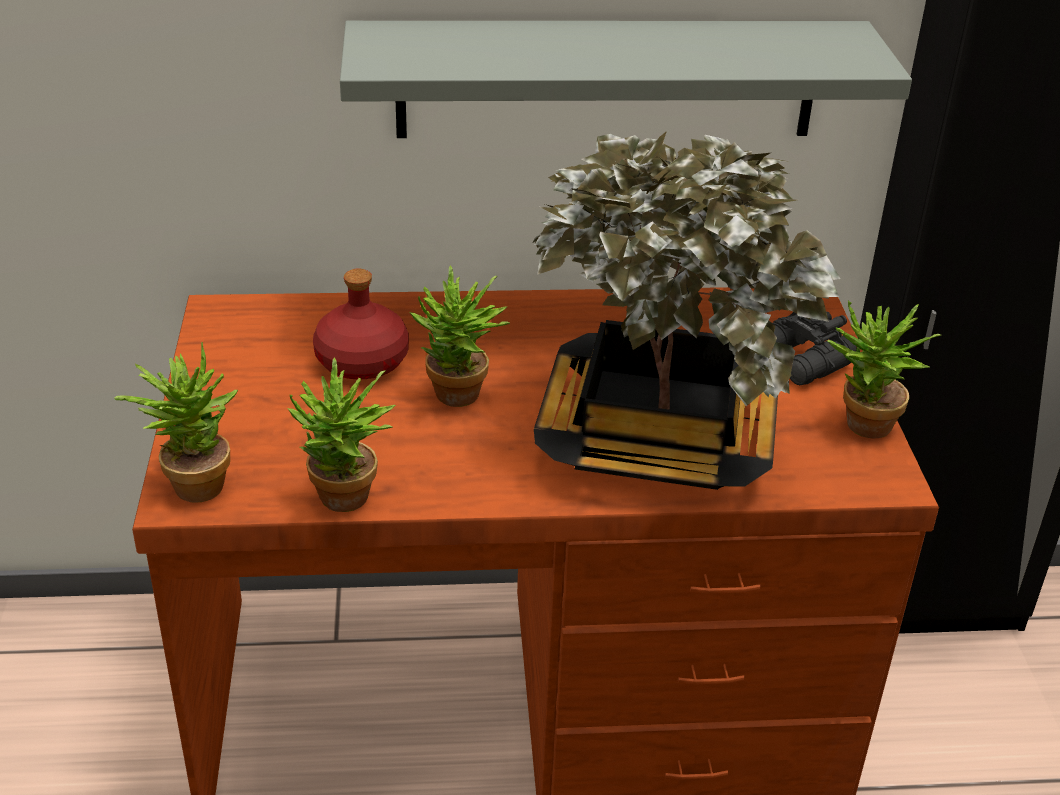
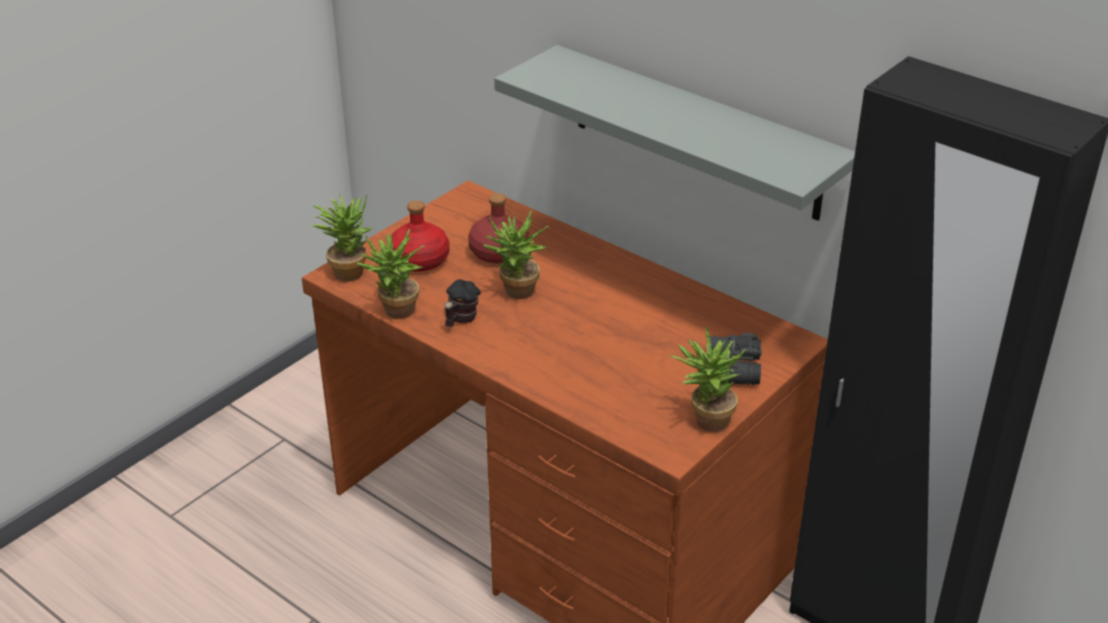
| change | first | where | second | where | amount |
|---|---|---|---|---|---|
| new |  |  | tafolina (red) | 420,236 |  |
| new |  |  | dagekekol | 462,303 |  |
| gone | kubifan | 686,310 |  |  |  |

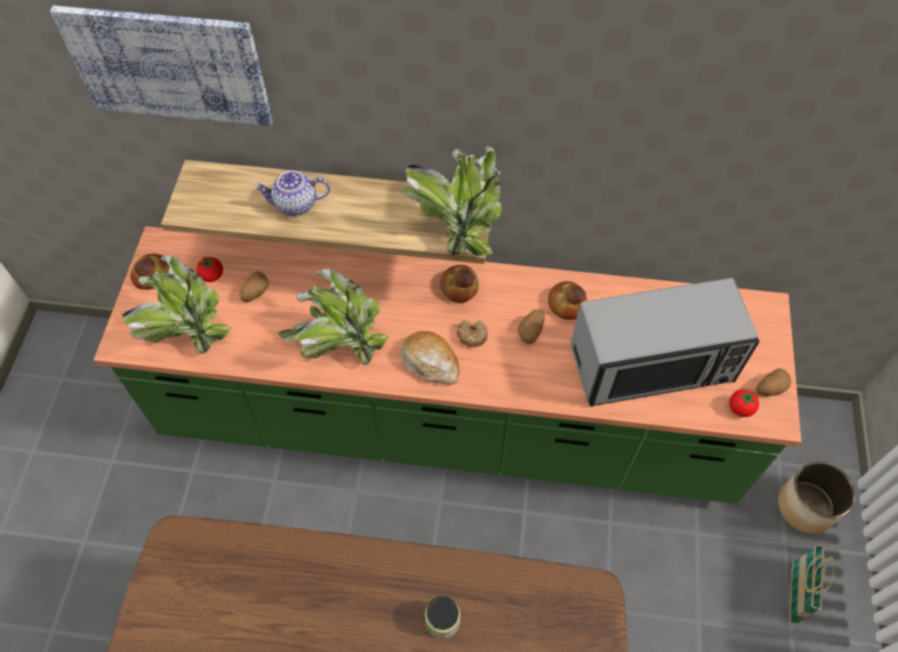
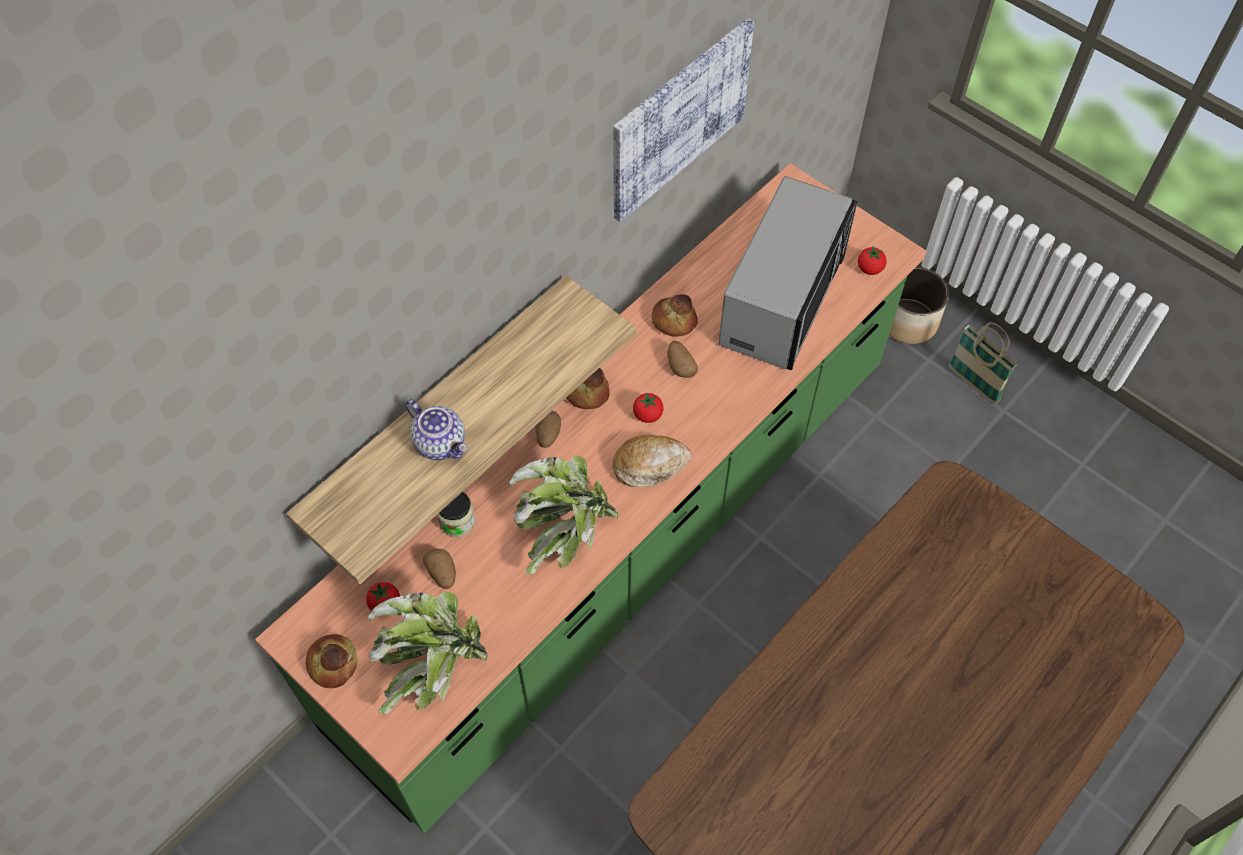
| change | first | where | second | where | amount |
|---|---|---|---|---|---|
| rotated | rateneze | 292,193 |  | 436,429 | 75 degrees counterclockwise |
| shifted | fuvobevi | 442,617 |  | 456,514 |  |
| shifted | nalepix | 773,382 |  | 548,429 |  |
| shifted | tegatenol | 161,66 |  | 683,120 |  |
| swapped | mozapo | 472,333 | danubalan | 648,408 |  |
| gone | kubifan | 452,201 |  |  |  |

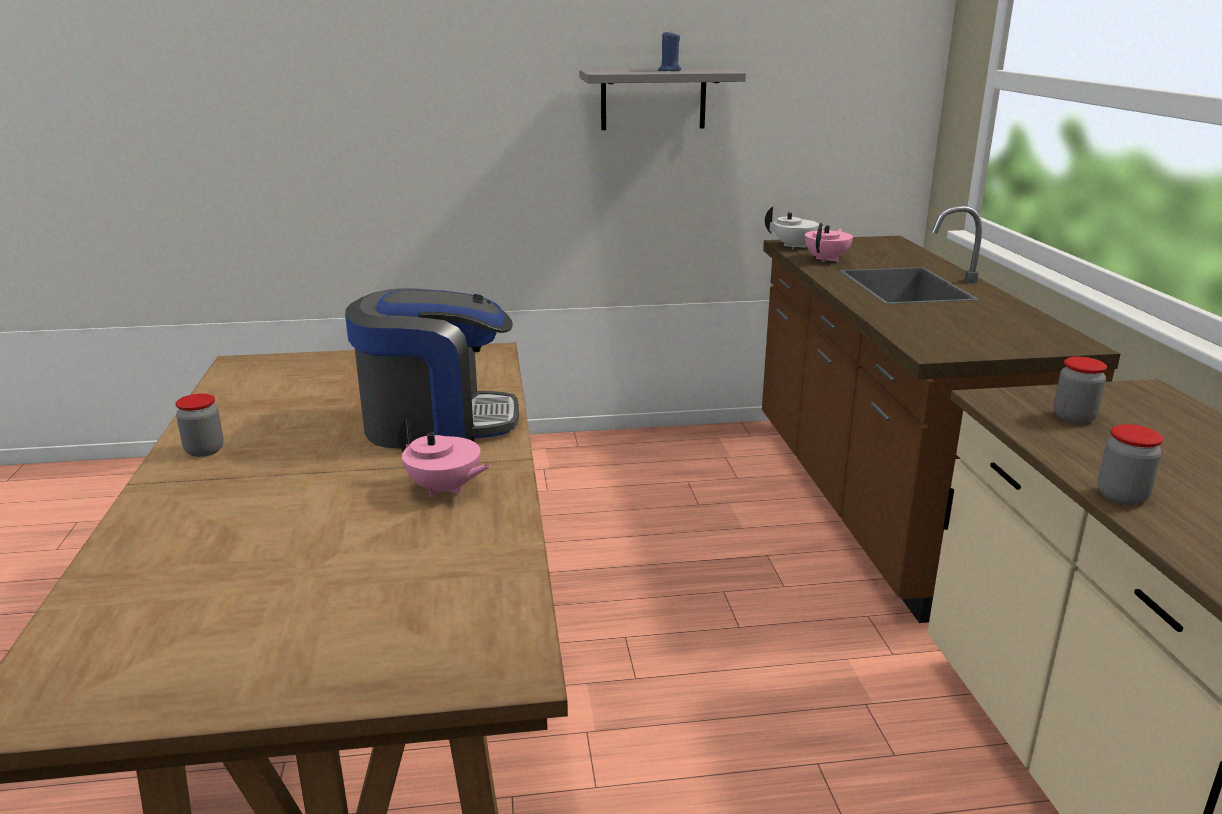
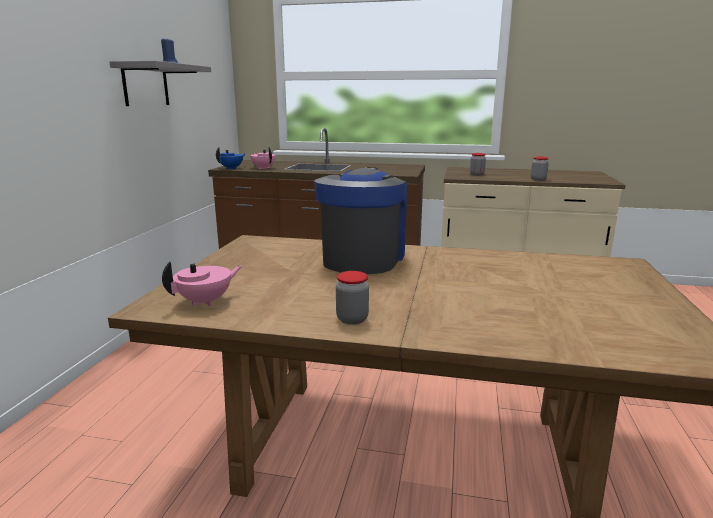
| change | first | where | second | where | amount |
|---|---|---|---|---|---|
| shifted | rateneze (pink) | 444,457 |  | 202,284 |  |
| repainted | rateneze (white) | 798,227 | rateneze (blue) | 230,158 |  |

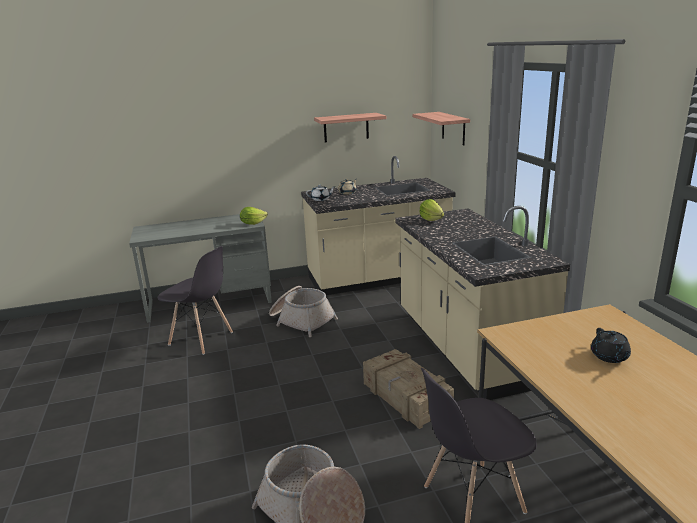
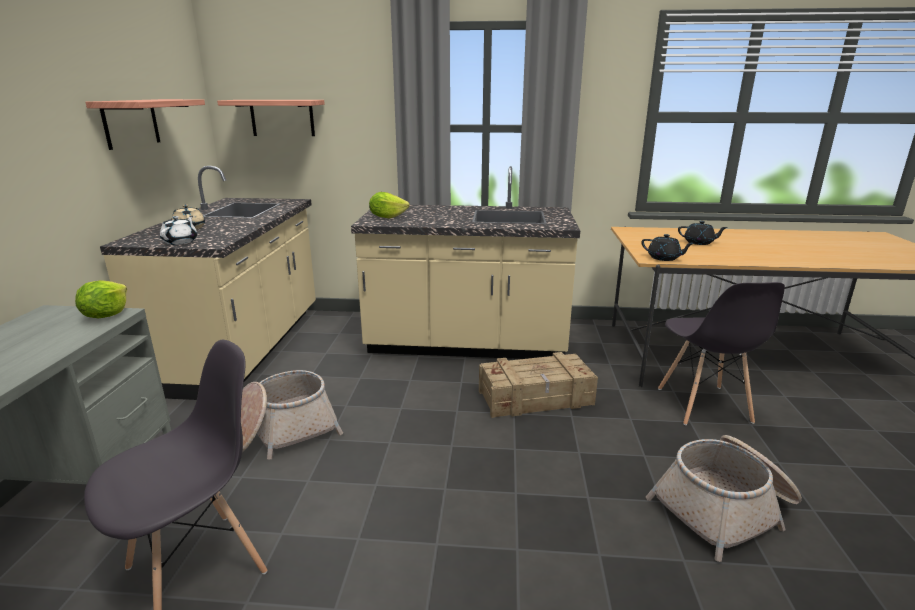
| change | first | where | second | where | amount |
|---|---|---|---|---|---|
| new |  |  | rateneze (black) | 668,247 |  |

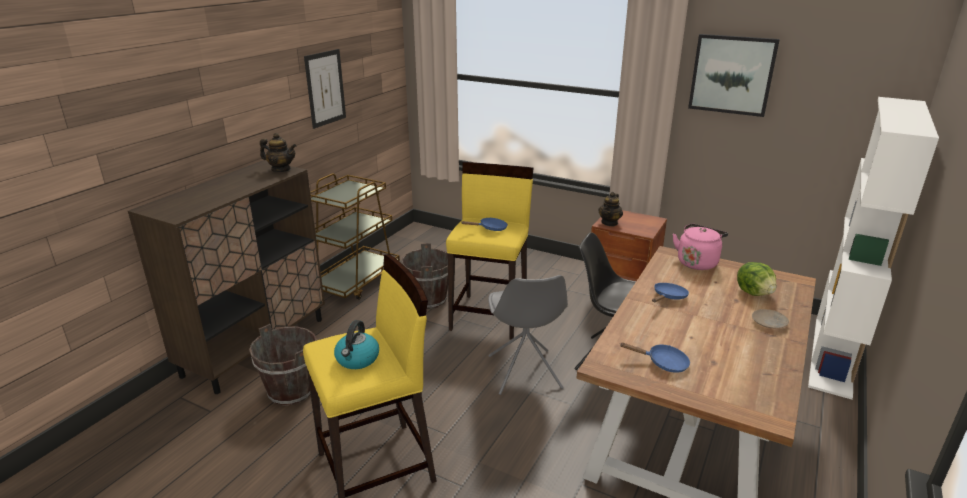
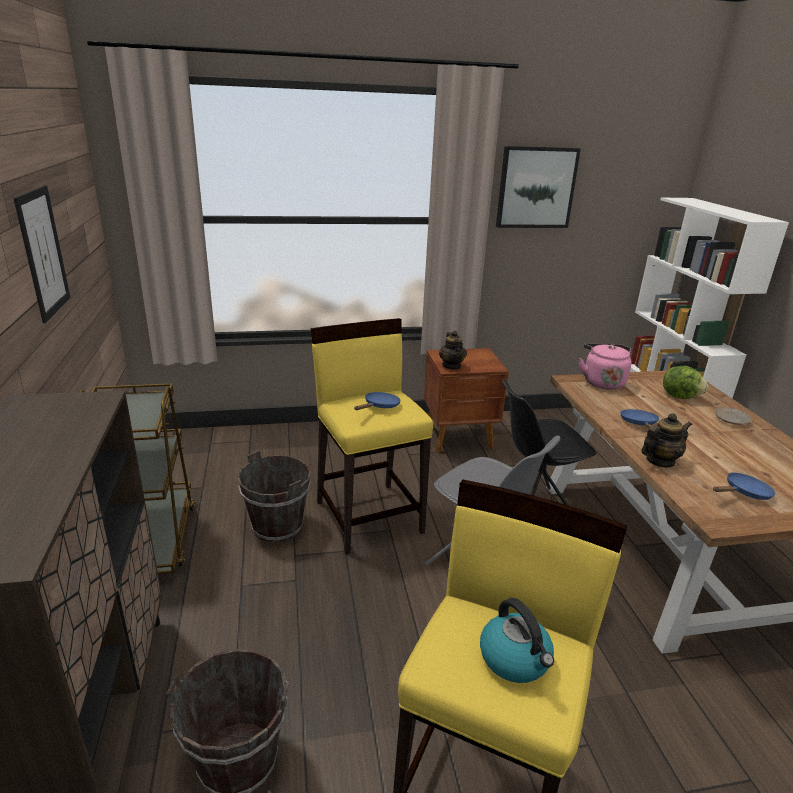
| change | first | where | second | where | amount |
|---|---|---|---|---|---|
| shifted | rateneze | 278,152 |  | 666,440 |  |

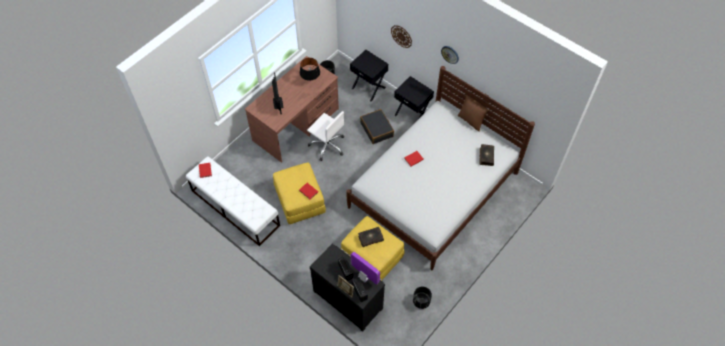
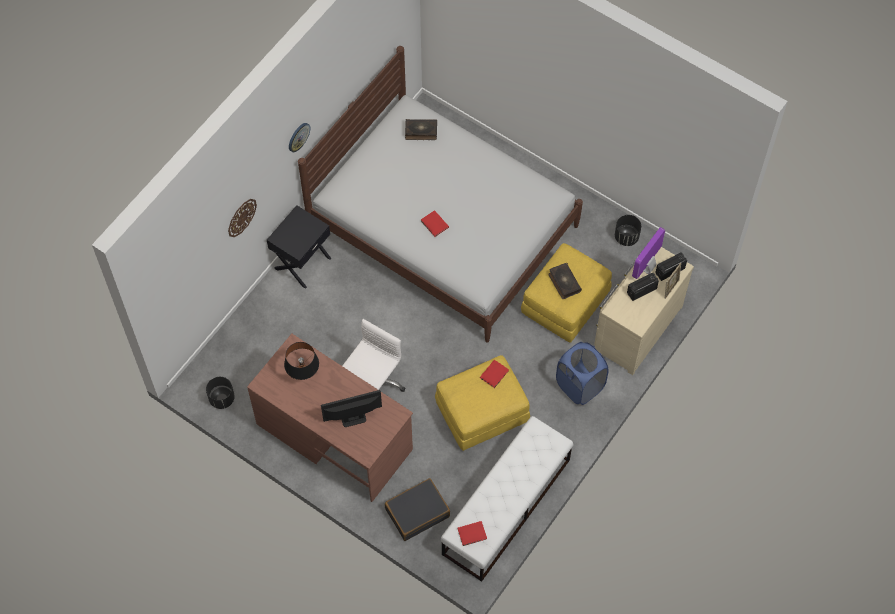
| change | first | where | second | where | amount |
|---|---|---|---|---|---|
| shifted | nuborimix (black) | 377,126 |  | 417,509 |  |
| new |  |  | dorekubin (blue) | 582,373 |  |
| repainted | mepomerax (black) | 347,287 | mepomerax (beige) | 644,311 |  |
| gone | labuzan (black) | 369,75 |  |  |  |
| gone | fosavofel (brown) | 473,113 |  |  |  |

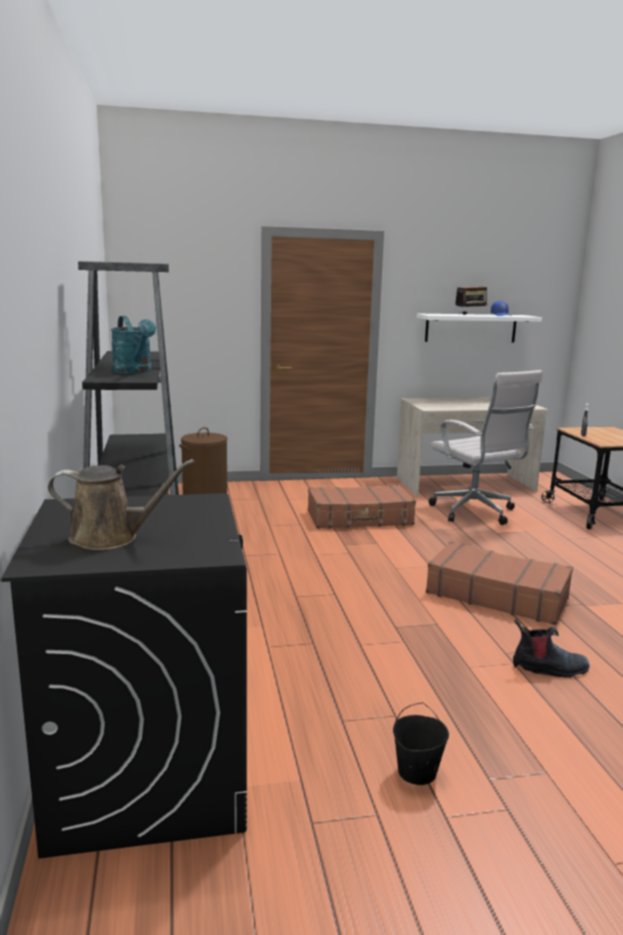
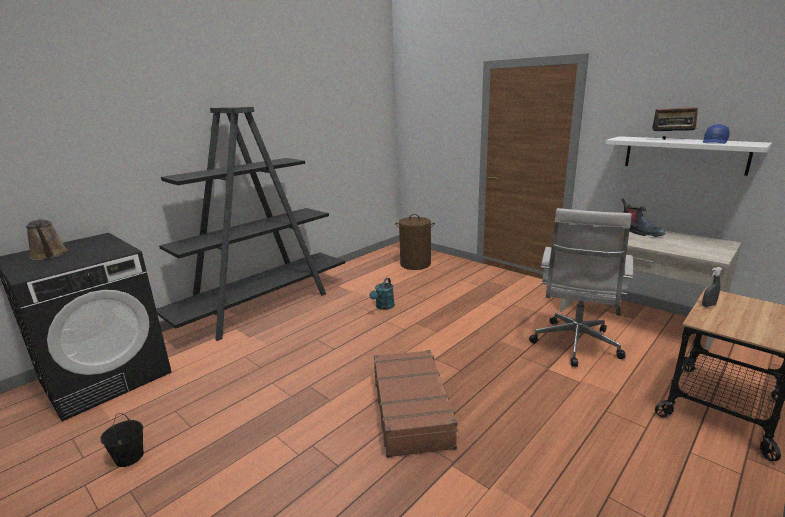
| change | first | where | second | where | amount |
|---|---|---|---|---|---|
| shifted | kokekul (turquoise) | 133,345 |  | 382,294 |  |
| shifted | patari | 551,648 |  | 643,218 |  |
| gone | nuborimix (brown) | 362,507 |  |  |  |

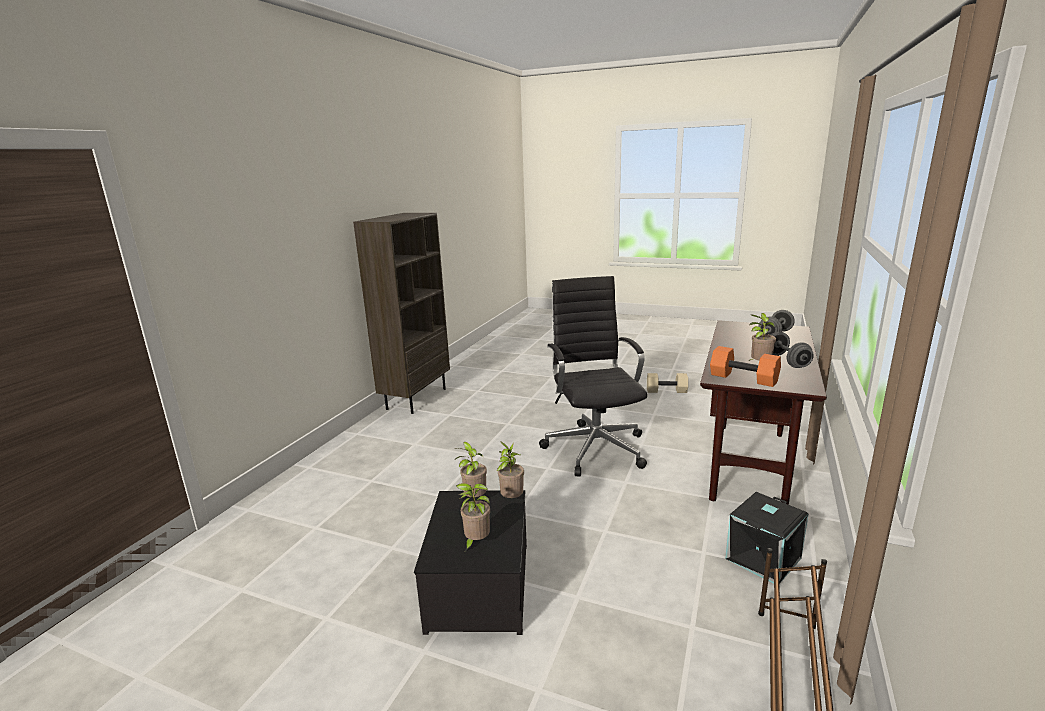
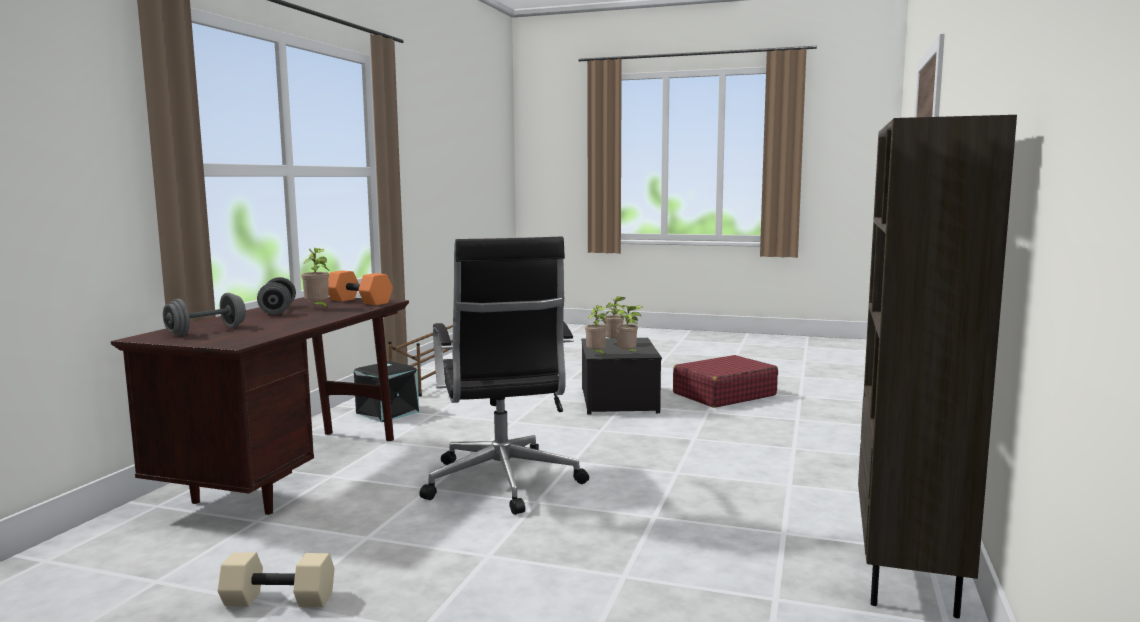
| change | first | where | second | where | amount |
|---|---|---|---|---|---|
| new |  |  | nuborimix (red) | 725,381 |  |

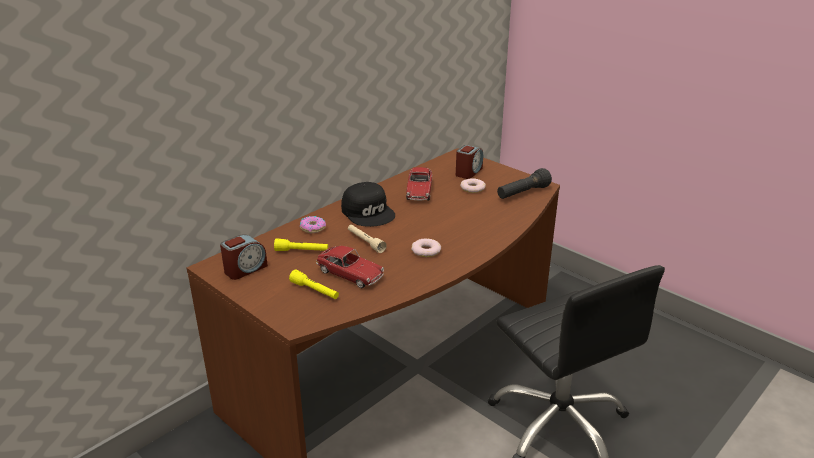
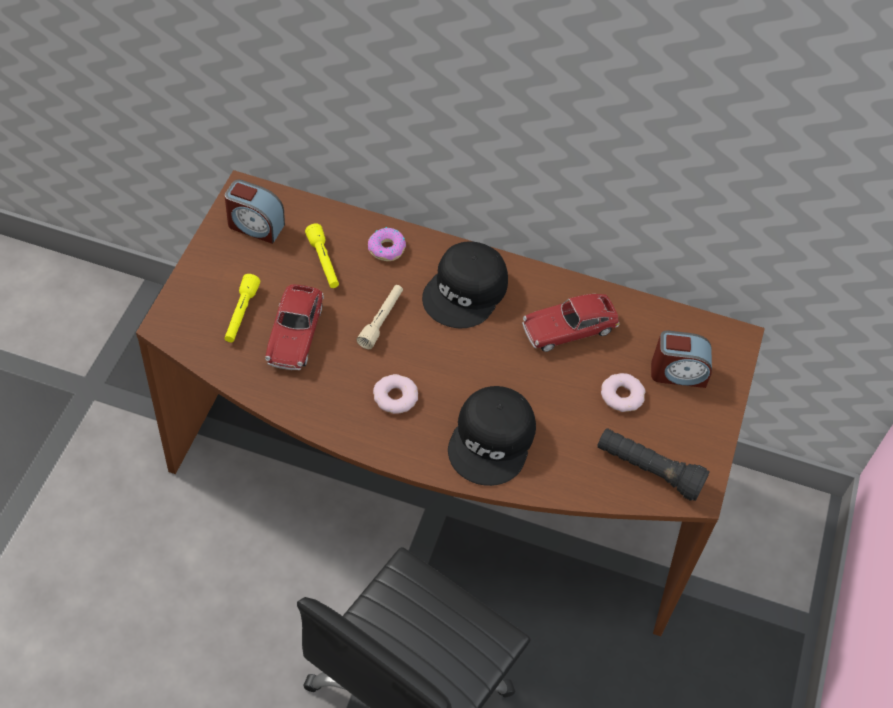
| change | first | where | second | where | amount |
|---|---|---|---|---|---|
| new |  |  | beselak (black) | 492,436 |  |

